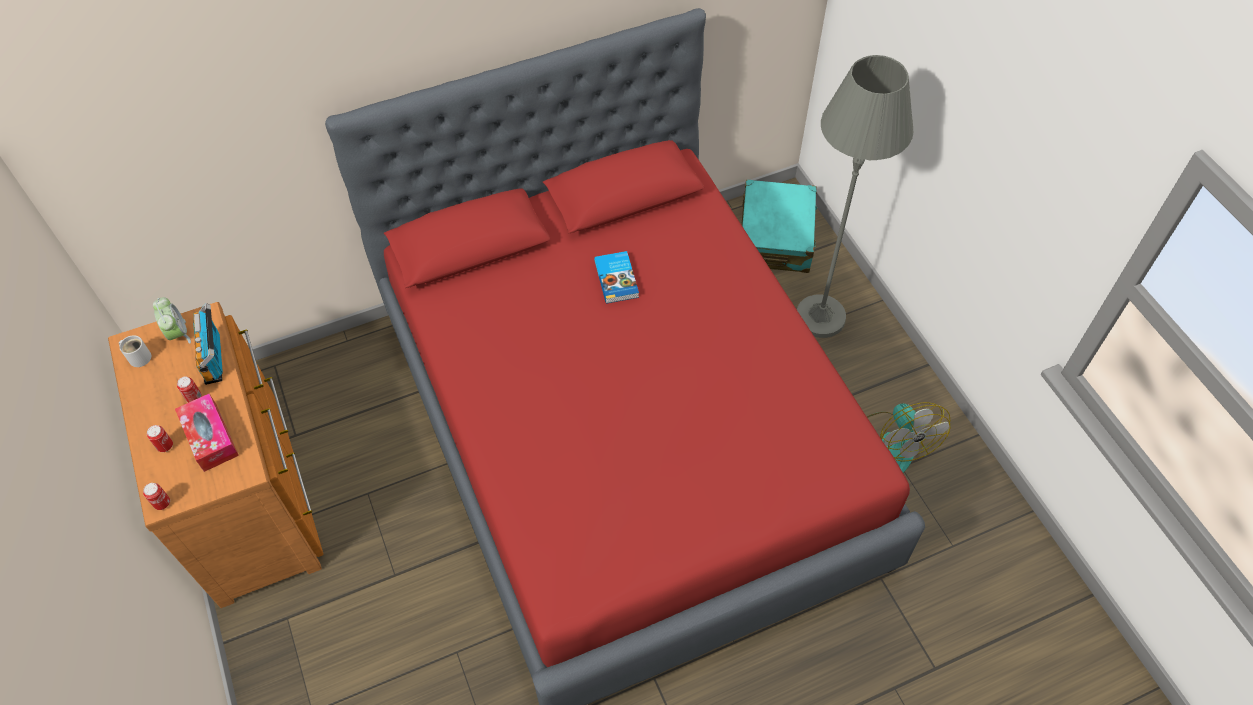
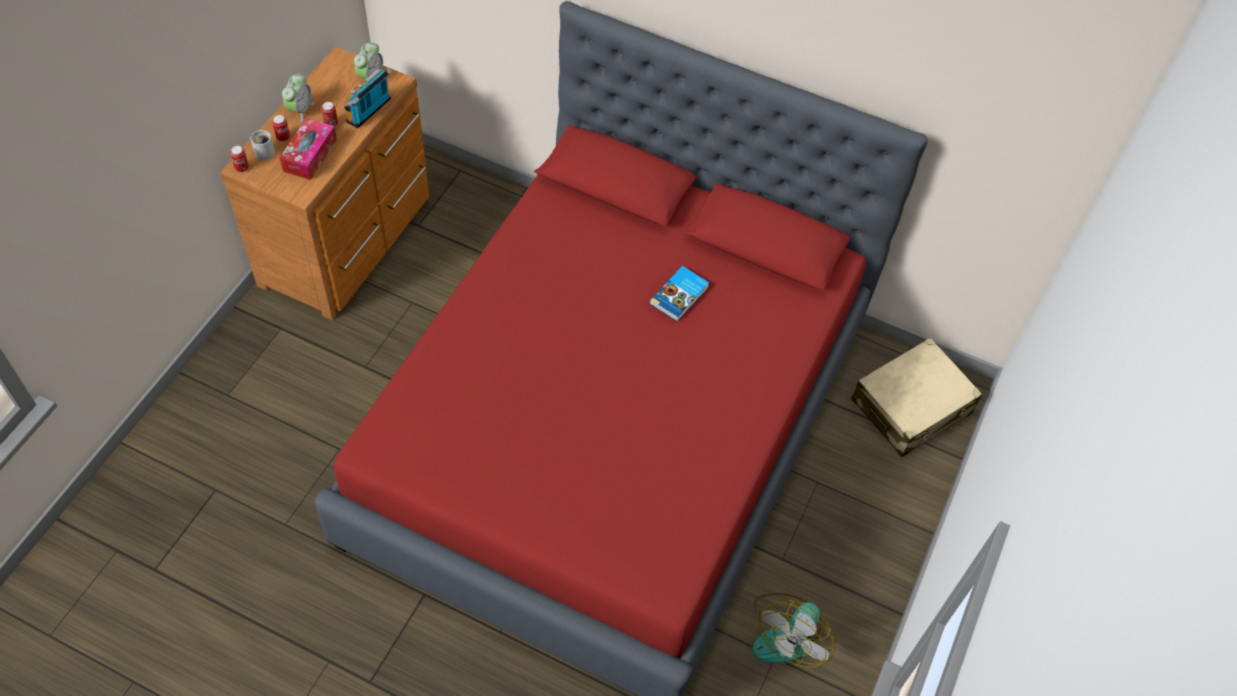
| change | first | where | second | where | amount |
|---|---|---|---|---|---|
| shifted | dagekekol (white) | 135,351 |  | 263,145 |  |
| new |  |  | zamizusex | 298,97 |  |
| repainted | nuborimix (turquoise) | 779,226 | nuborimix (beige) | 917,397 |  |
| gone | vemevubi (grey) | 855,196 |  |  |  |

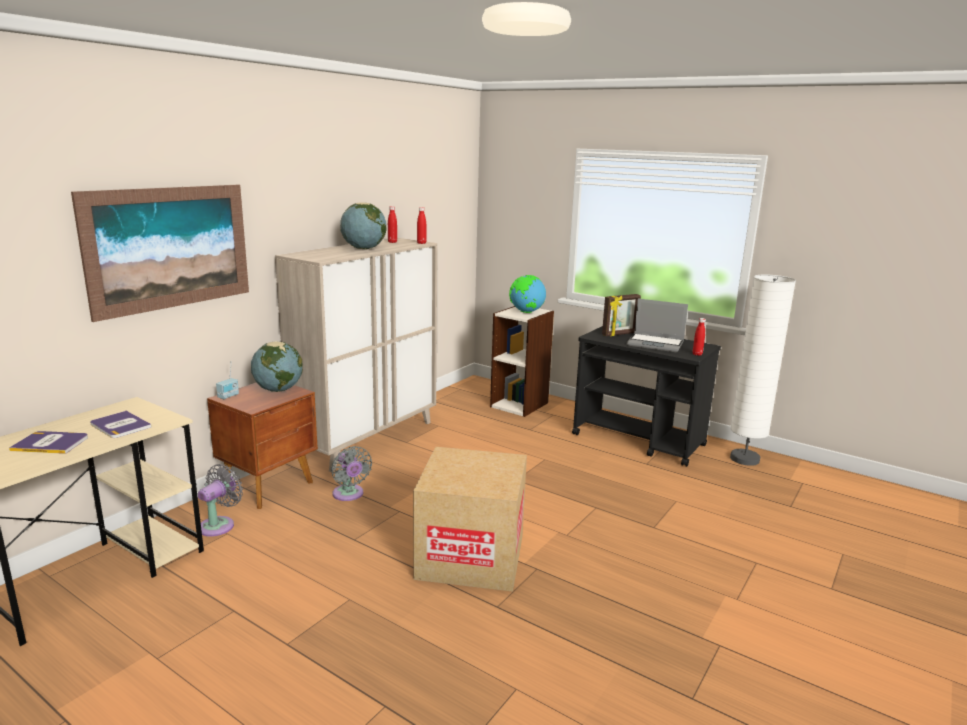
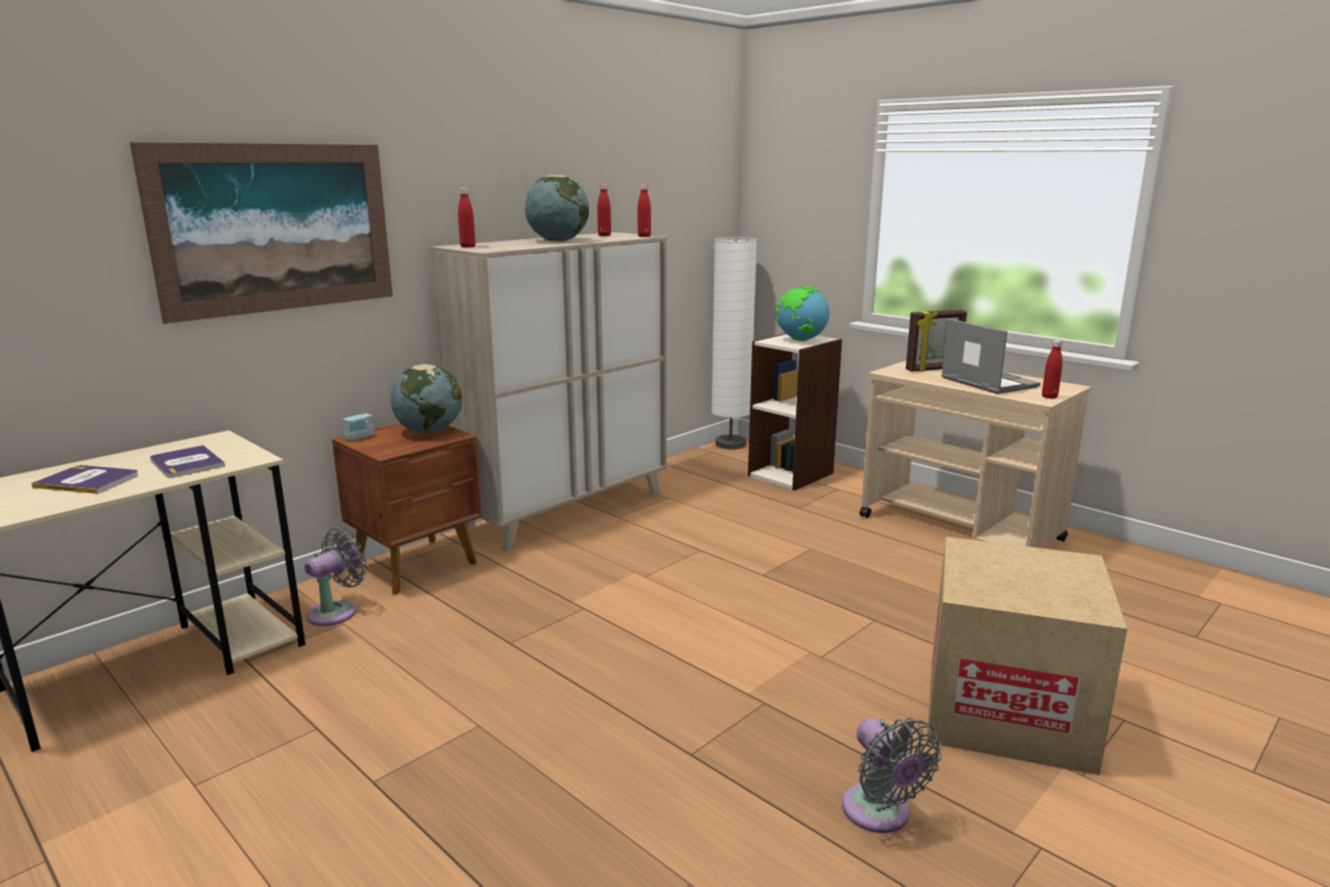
| change | first | where | second | where | amount |
|---|---|---|---|---|---|
| new |  |  | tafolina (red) | 466,218 |  |
| shifted | vemevubi (white) | 763,370 |  | 734,343 |  |
| shifted | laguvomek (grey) | 351,473 |  | 892,775 |  |
| repainted | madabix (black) | 646,396 | madabix (beige) | 975,454 |  |
| shifted | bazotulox | 470,519 |  | 1027,656 |  |
| rotated | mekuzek | 657,325 |  | 991,356 | 150 degrees counterclockwise |

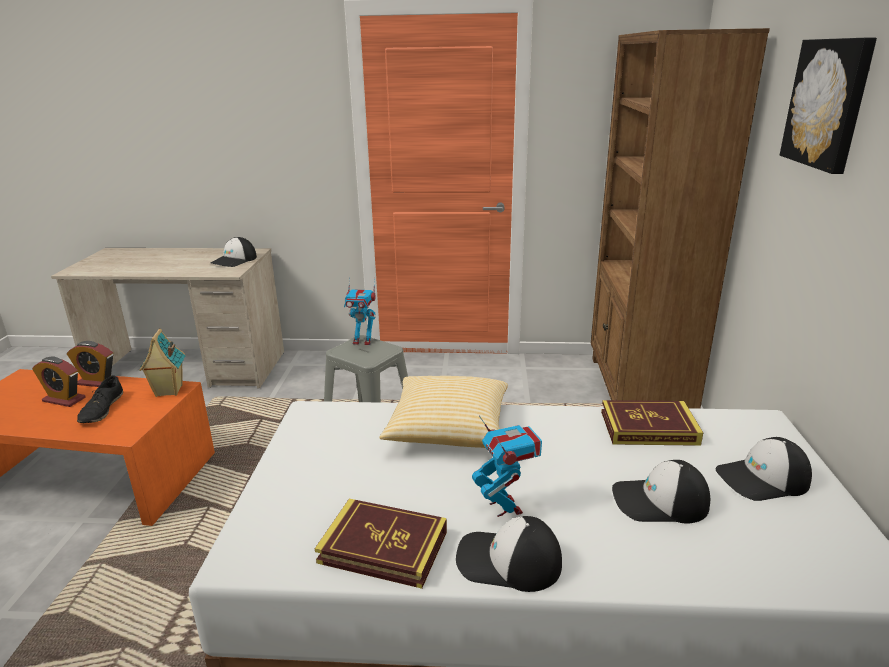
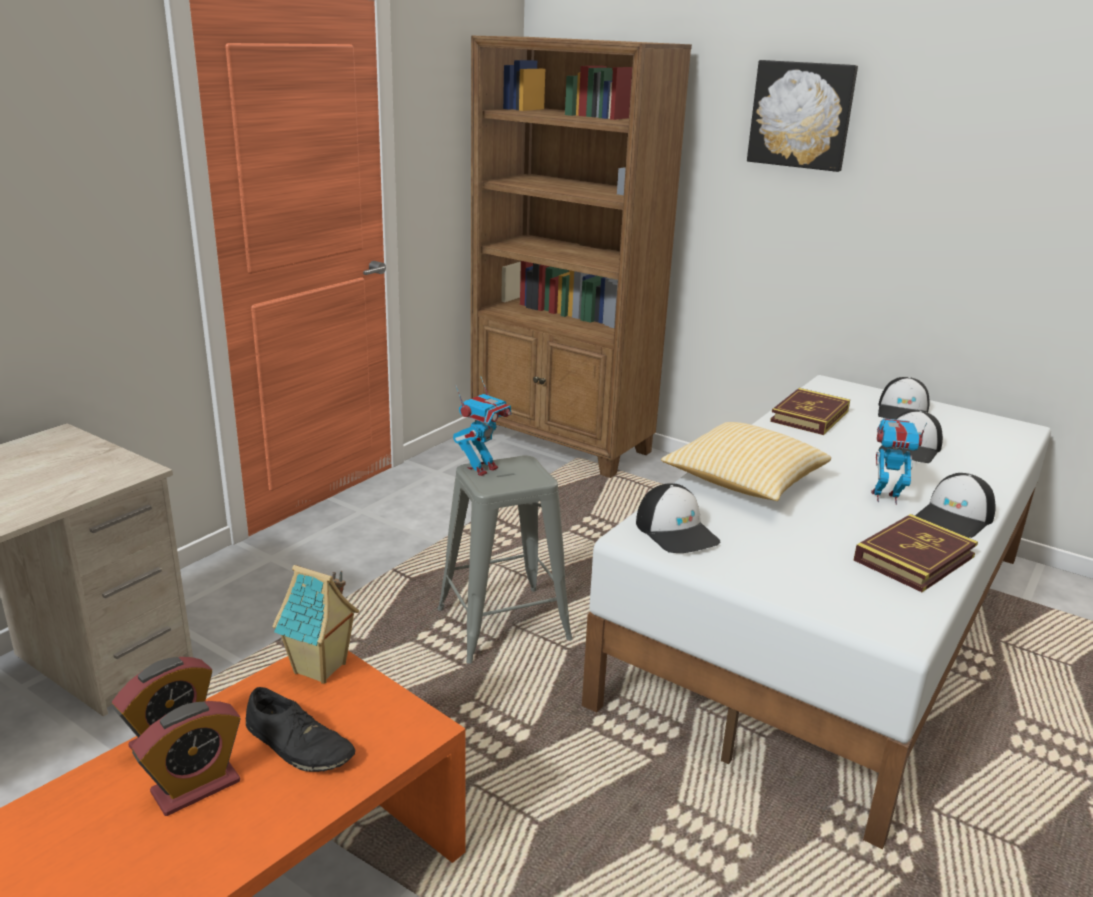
| change | first | where | second | where | amount |
|---|---|---|---|---|---|
| shifted | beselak | 233,252 |  | 678,518 |  |

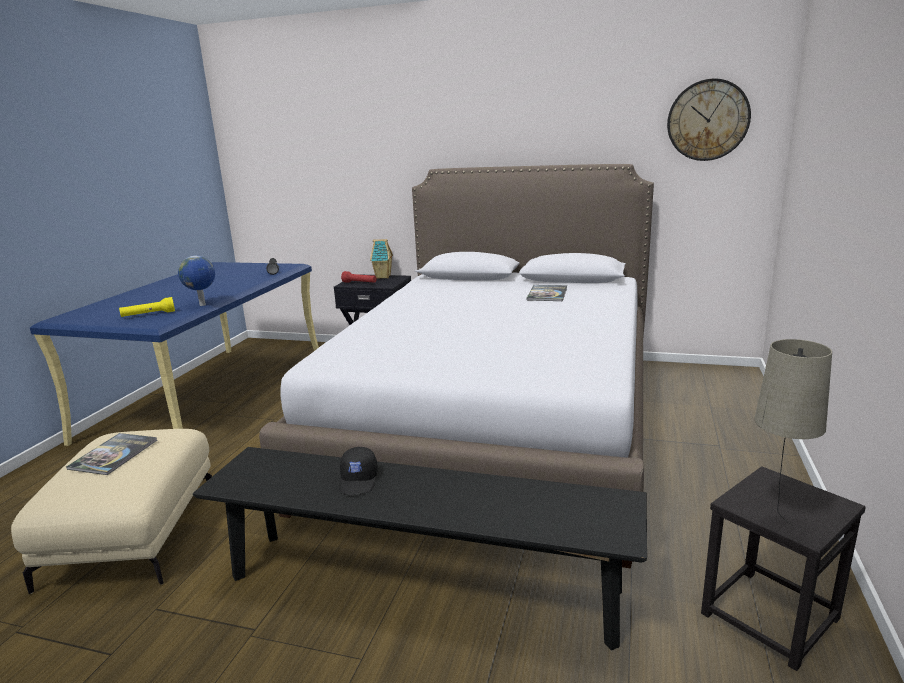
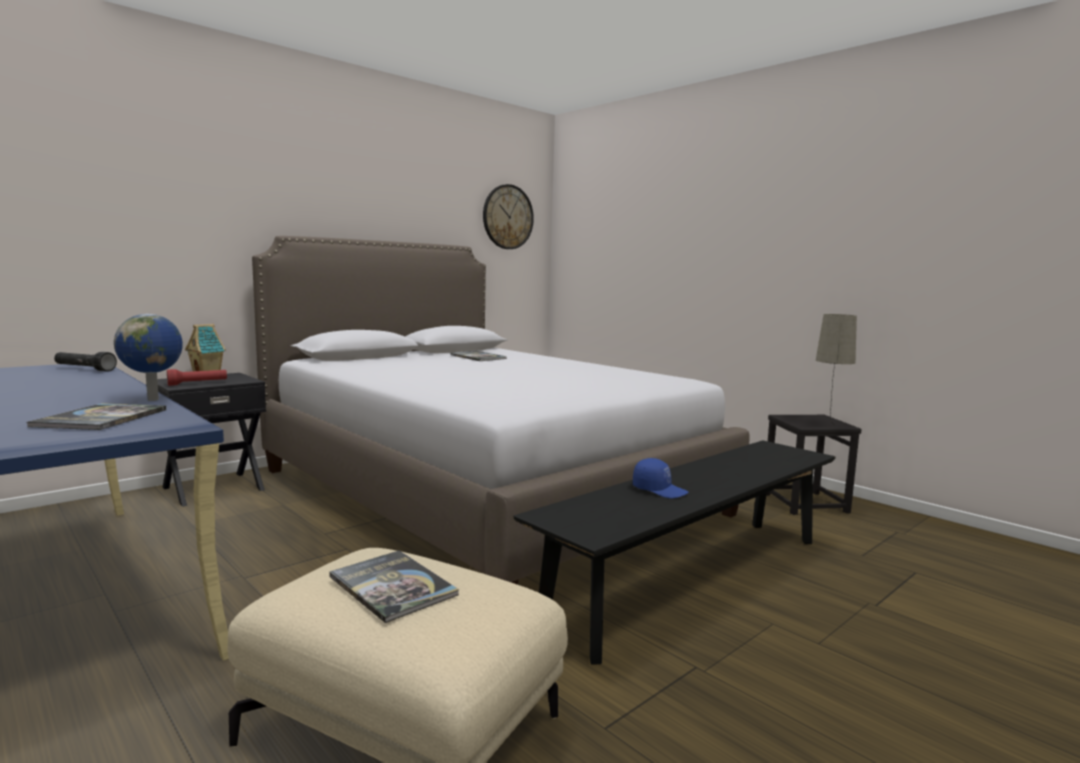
| change | first | where | second | where | amount |
|---|---|---|---|---|---|
| swapped | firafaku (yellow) | 147,307 | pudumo | 96,416 |  |
| repainted | beselak (black) | 358,471 | beselak (blue) | 660,478 |  |

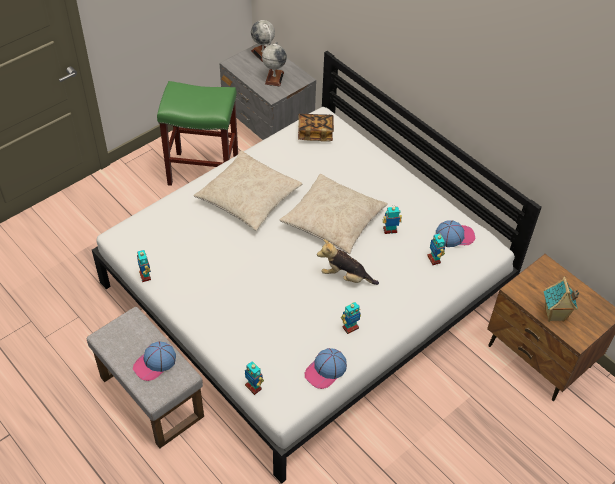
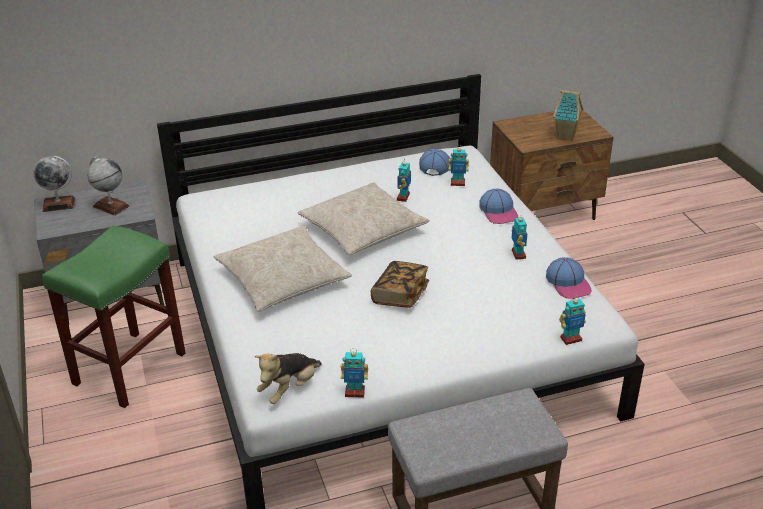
| change | first | where | second | where | amount |
|---|---|---|---|---|---|
| shifted | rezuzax | 348,262 |  | 288,378 |  |
| shifted | pudumo | 316,128 |  | 400,284 |  |
| shifted | beselak | 154,361 |  | 498,206 |  |

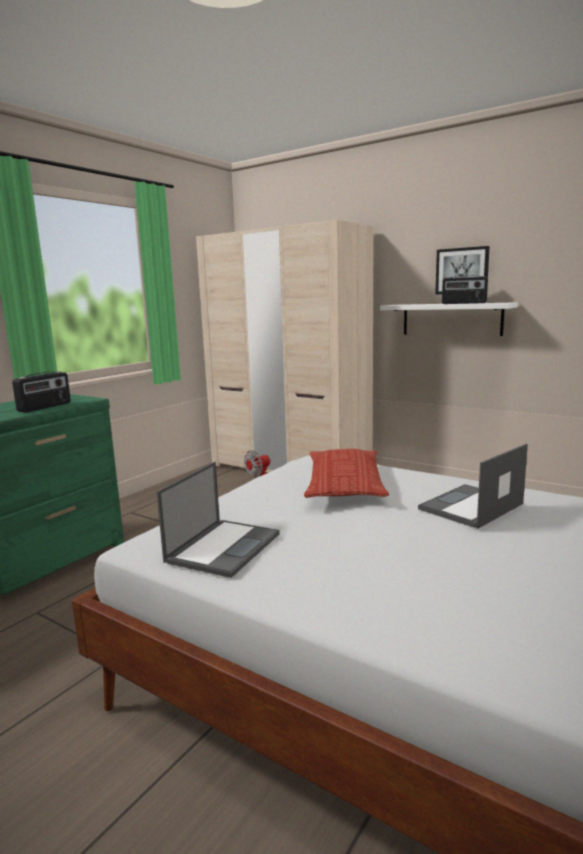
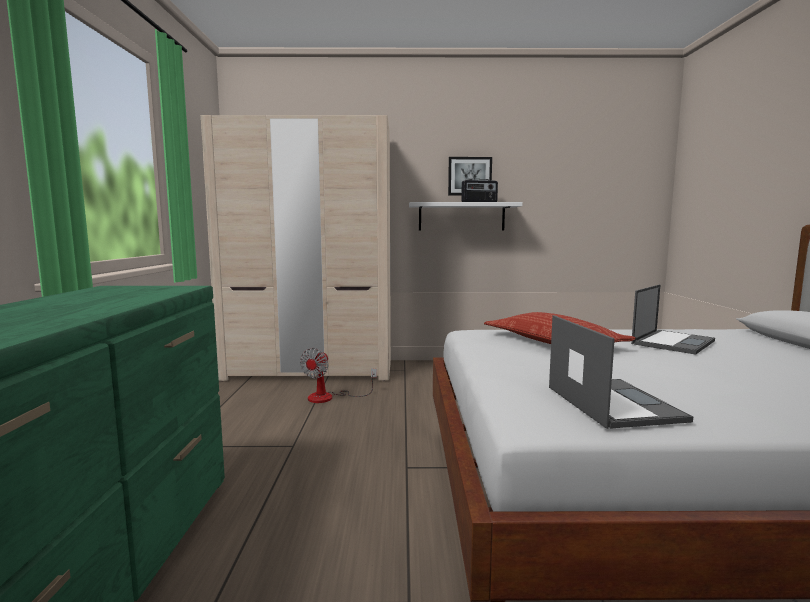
| change | first | where | second | where | amount |
|---|---|---|---|---|---|
| rotated | mekuzek | 473,486 |  | 673,319 | 150 degrees counterclockwise |
| gone | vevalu | 41,392 |  |  |  |

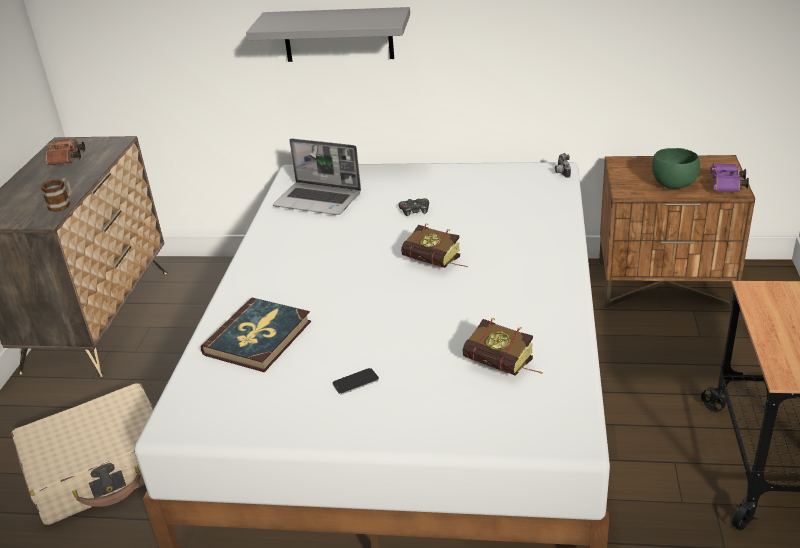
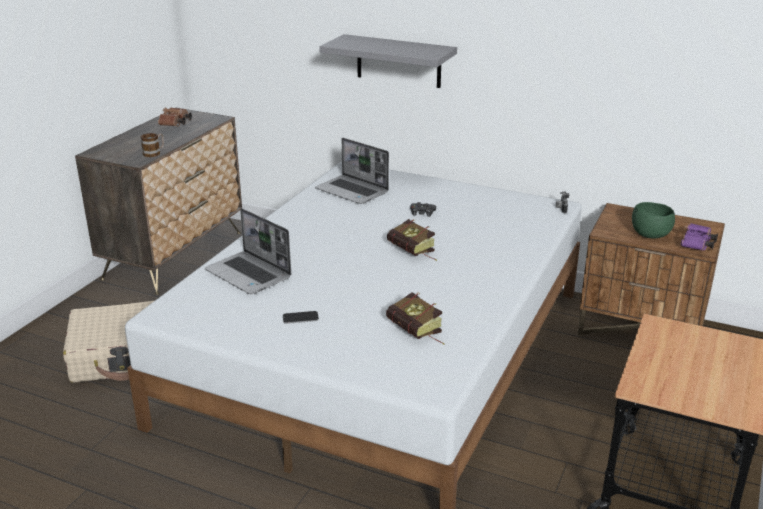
| change | first | where | second | where | amount |
|---|---|---|---|---|---|
| swapped | pudumo | 256,335 | mekuzek | 248,251 |  |

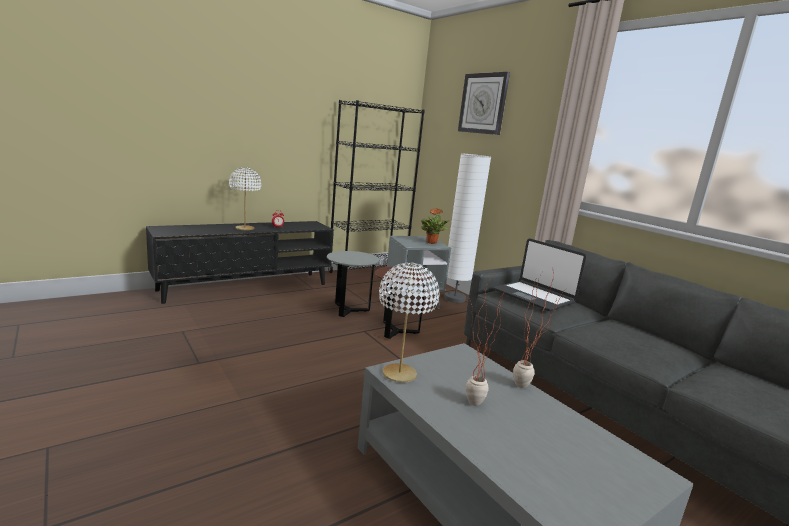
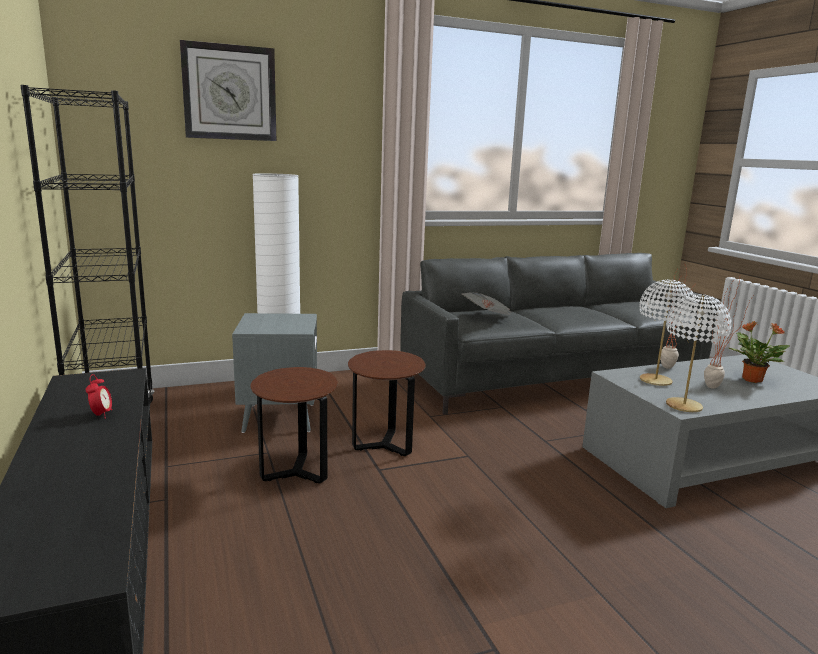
| change | first | where | second | where | amount |
|---|---|---|---|---|---|
| repainted | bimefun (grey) | 353,284 | bimefun (brown) | 294,425 |  |
| swapped | mekuzek | 539,275 | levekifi | 486,303 |  |
| shifted | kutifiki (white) | 245,198 |  | 668,332 |  |
| shifted | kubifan | 435,226 |  | 759,352 |  |

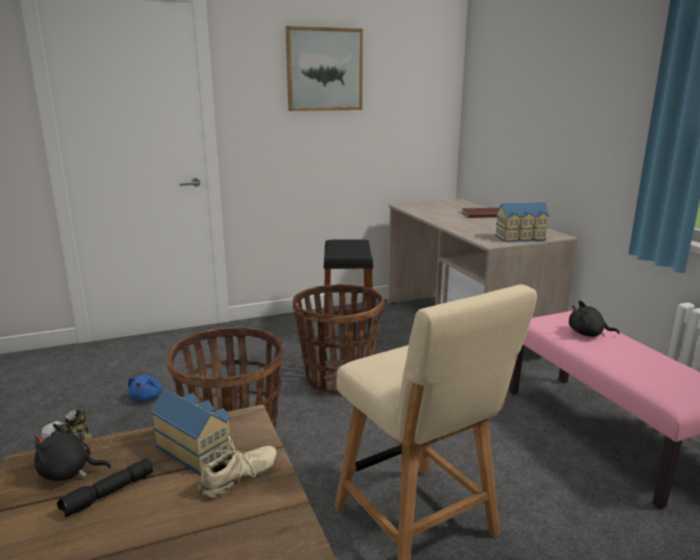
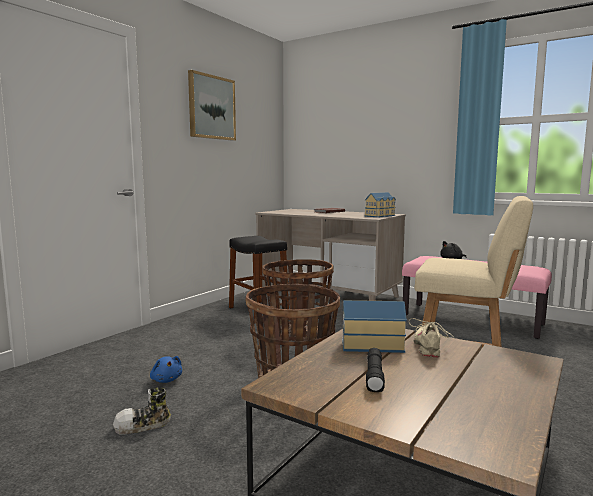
| change | first | where | second | where | amount |
|---|---|---|---|---|---|
| gone | rezuzax (black) | 72,452 |  |  |  |

